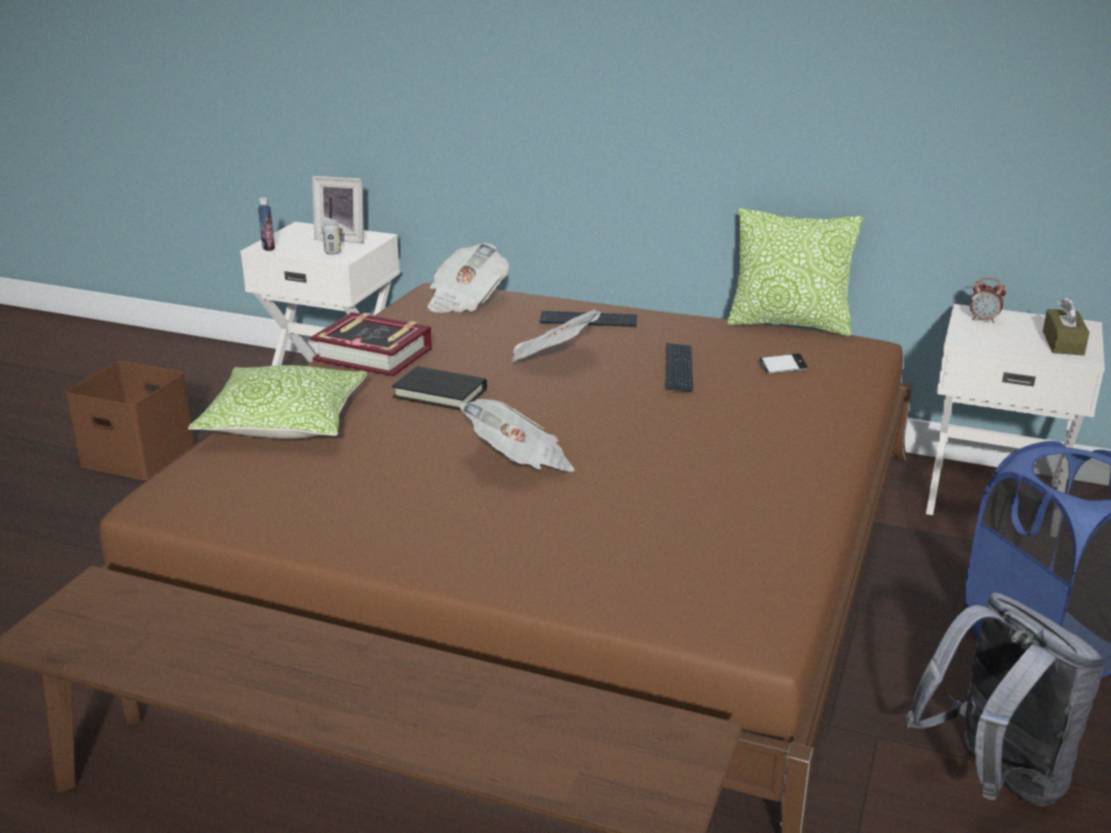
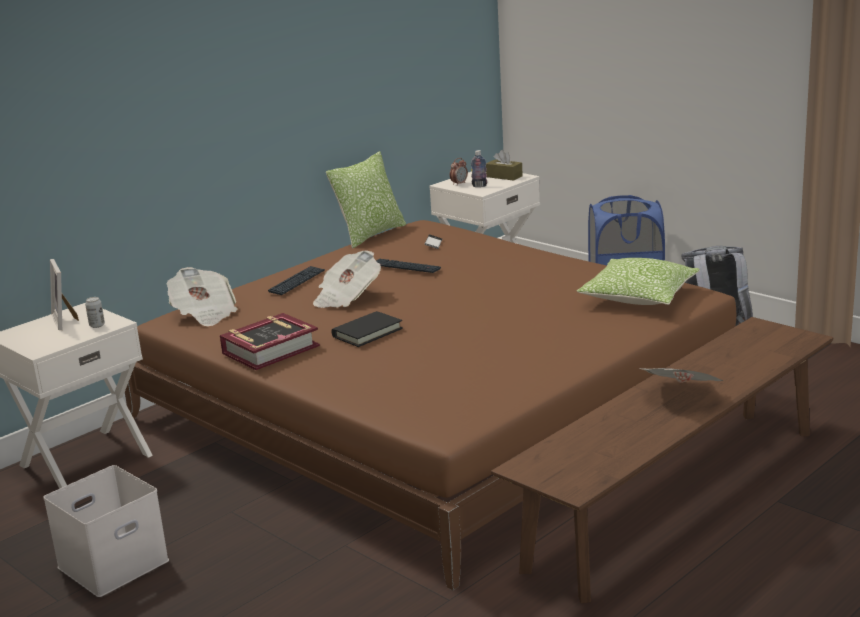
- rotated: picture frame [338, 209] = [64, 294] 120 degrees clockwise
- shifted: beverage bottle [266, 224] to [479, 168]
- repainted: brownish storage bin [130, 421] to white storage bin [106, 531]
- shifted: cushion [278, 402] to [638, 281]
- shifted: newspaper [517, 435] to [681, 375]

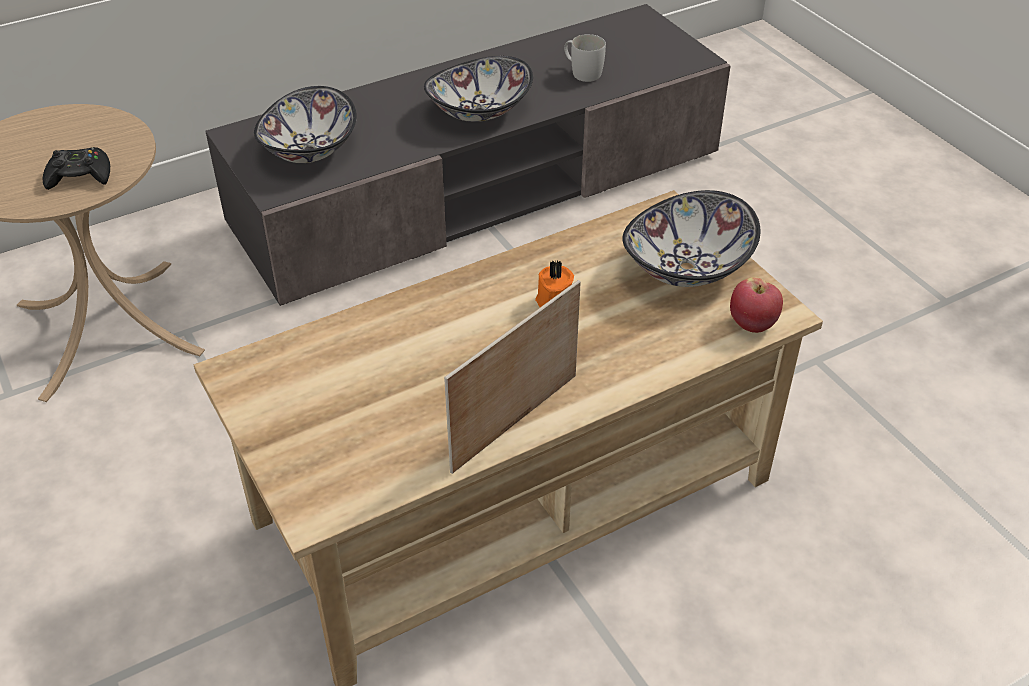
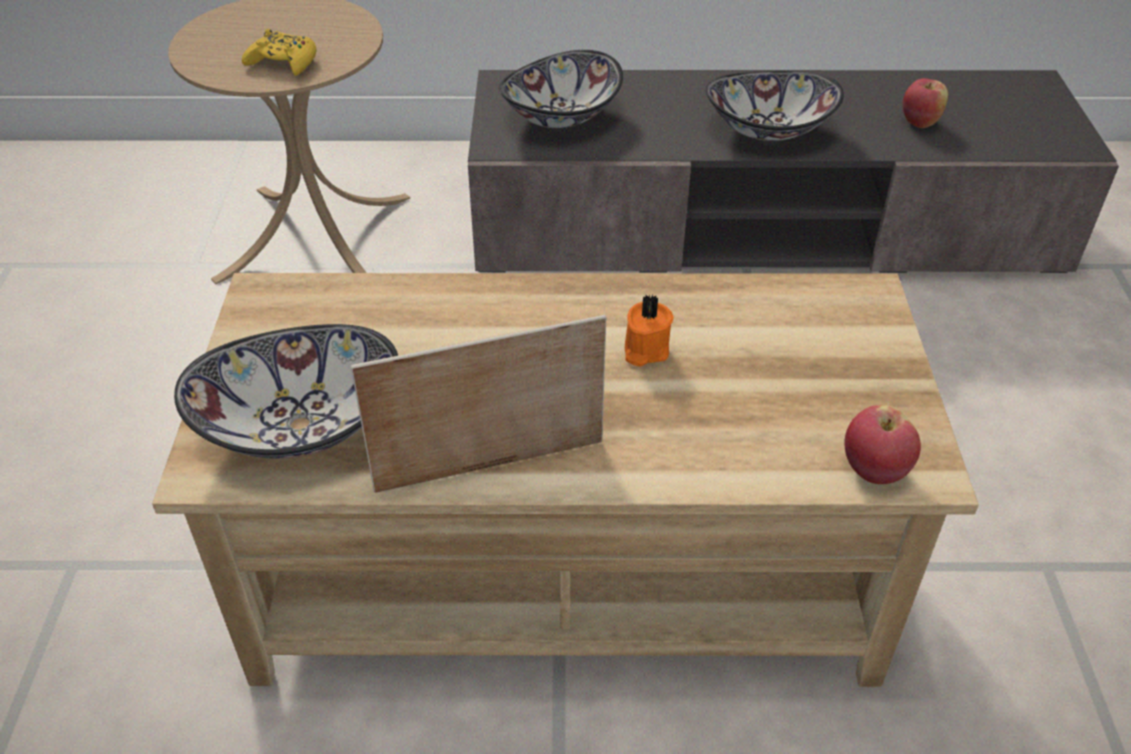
- swapped: white coffee mug [585, 58] to whole apple [925, 103]
- repainted: black gamepad [76, 168] to yellowish gamepad [279, 52]
- shifted: serving bowl [691, 238] to [286, 391]

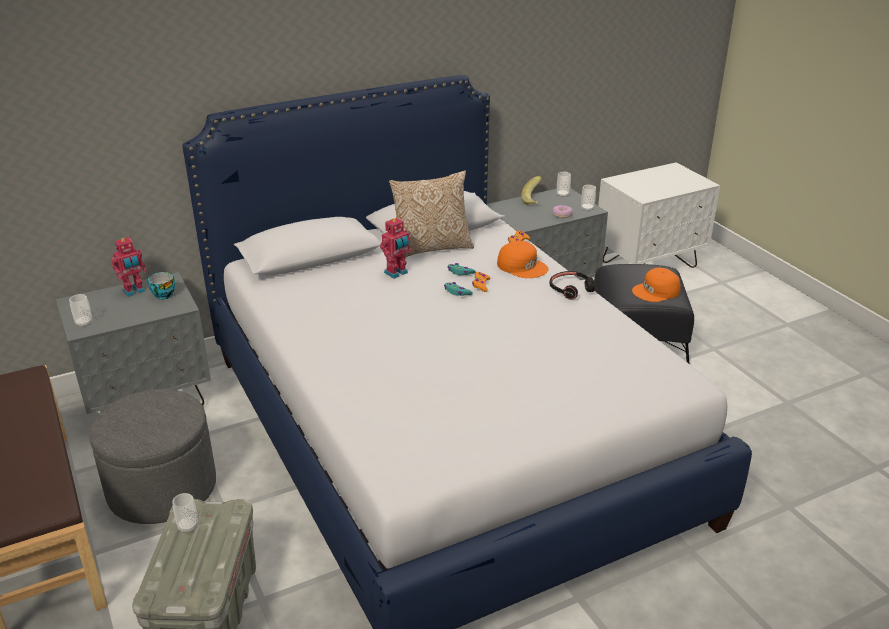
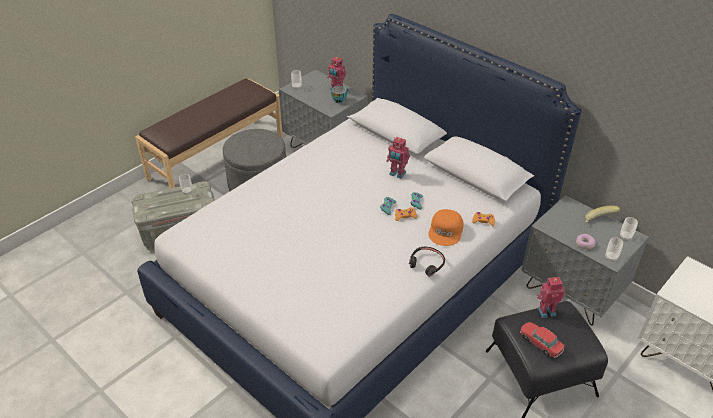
- gone: cushion [431, 214]
- swapped: orange cap [656, 285] to toy car [543, 340]
- new: robot figure [551, 297]

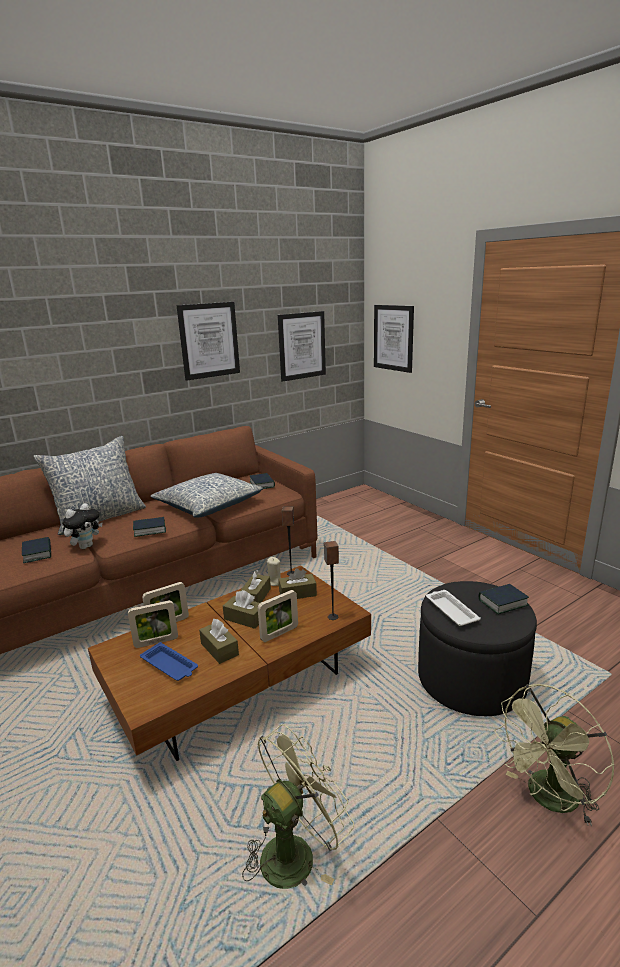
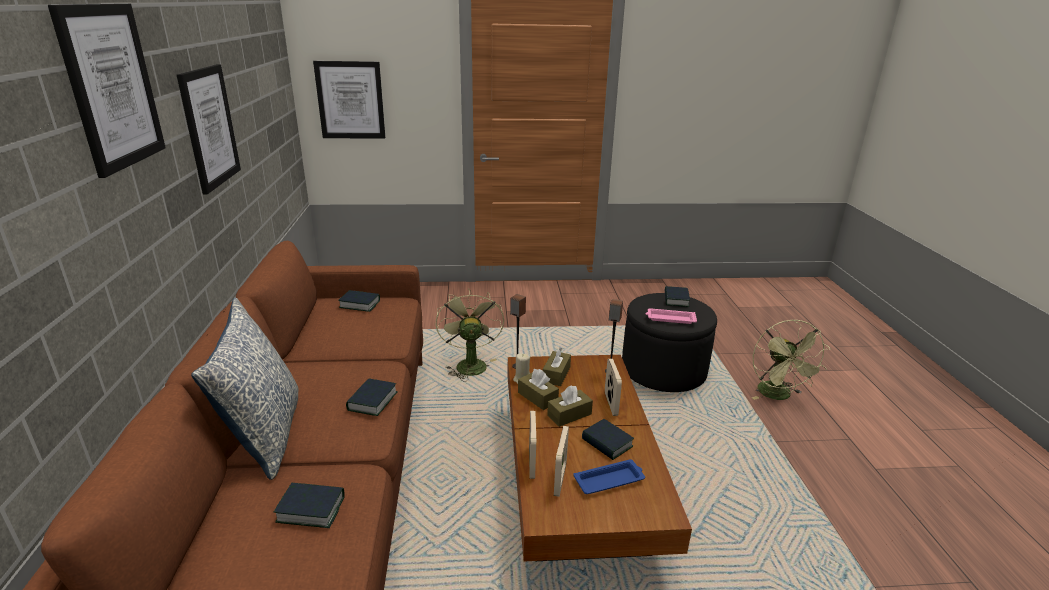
- shifted: picture [302, 346] to [107, 90]
- gone: cushion [206, 495]
- gone: cuddly toy [82, 526]
- repainted: white serving tray [453, 608] to pink serving tray [671, 316]
- swapped: brownish box of tissues [219, 641] to volume [608, 439]
- shifted: green fan [298, 806] to [470, 334]

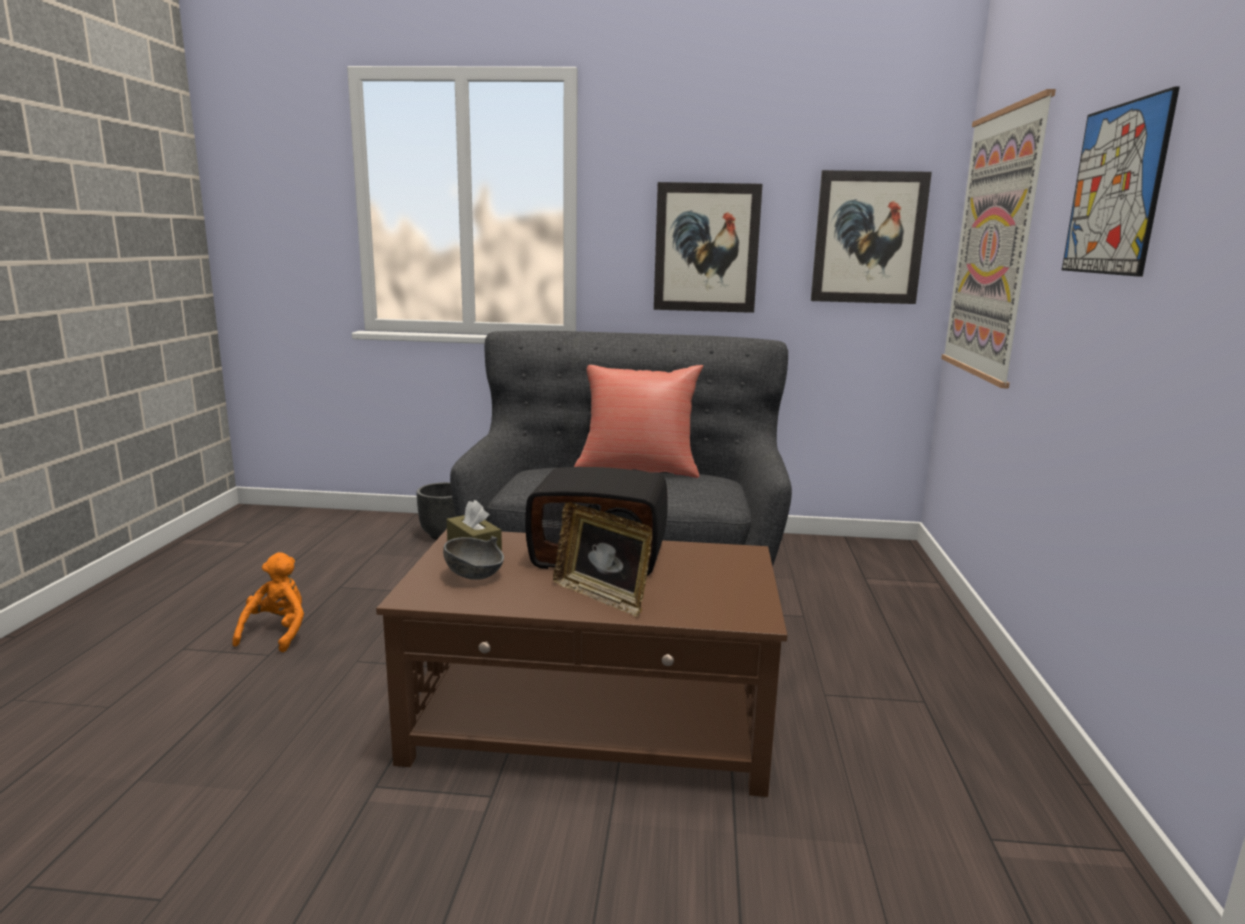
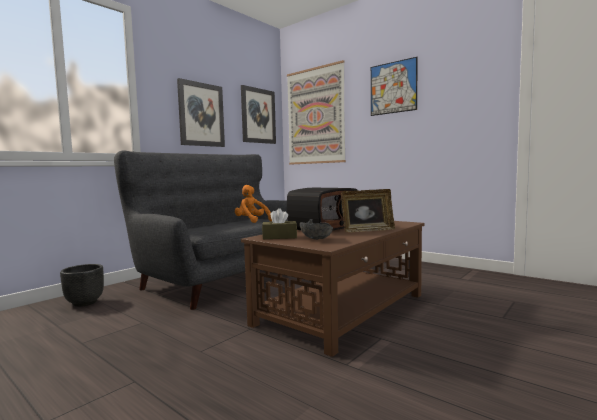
- gone: red-coloured cushion [638, 421]
- shifted: orange cuddly toy [268, 602] to [253, 204]

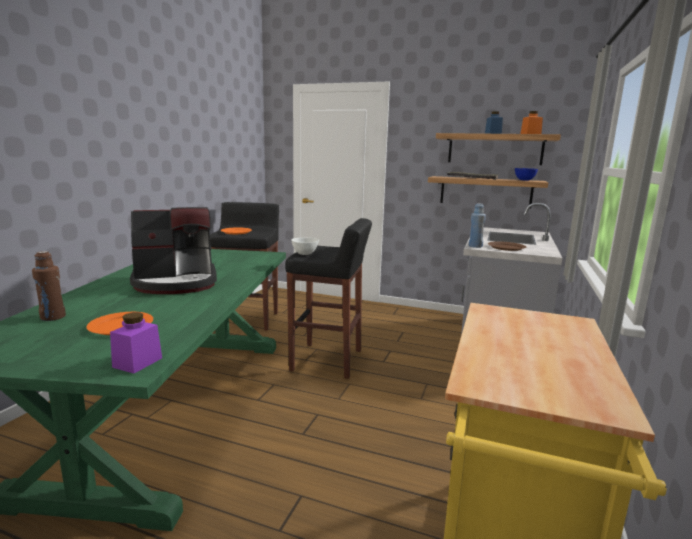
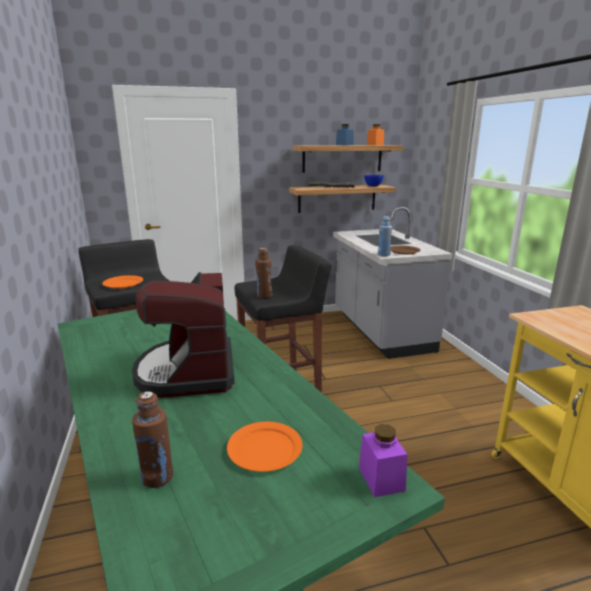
- rotated: coffee machine [173, 250] = [183, 335] 135 degrees clockwise
- swapped: white serving bowl [305, 246] to brownish beverage bottle [263, 273]

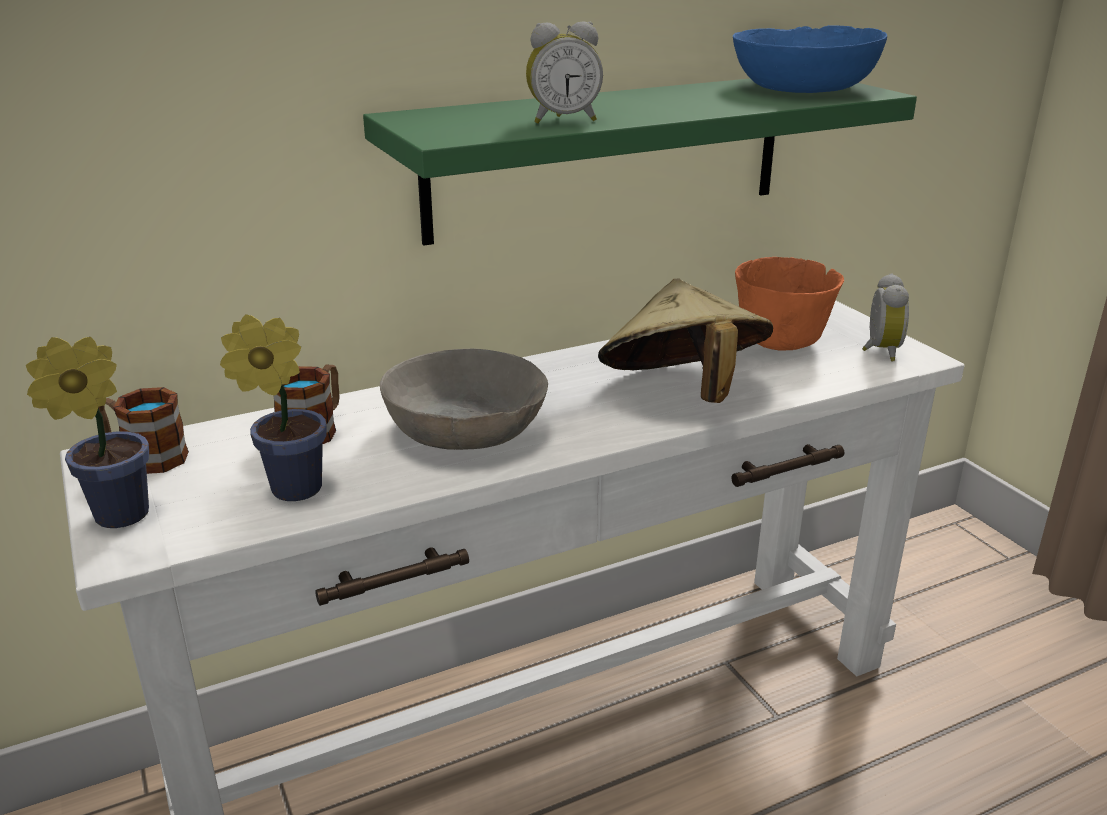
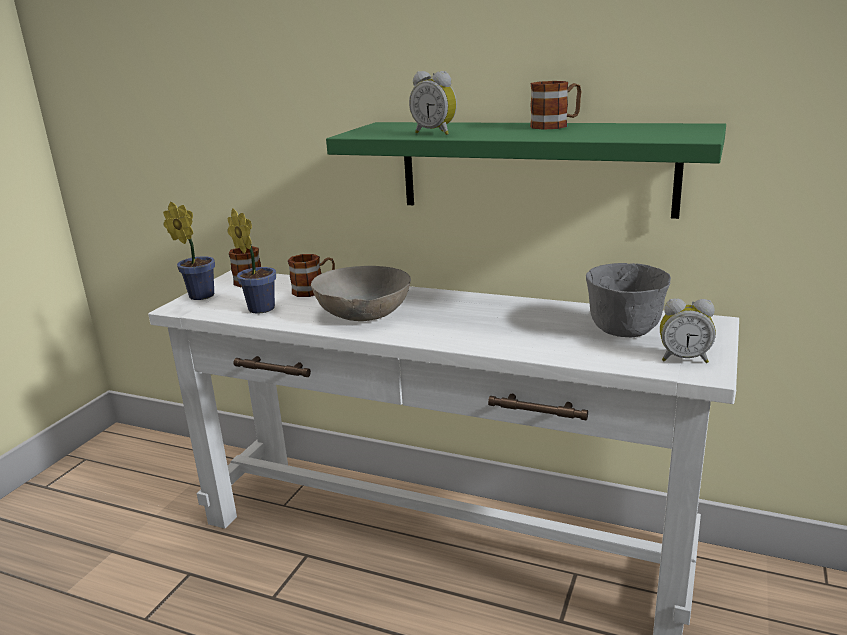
- gone: bluish serving bowl [810, 59]
- repainted: orange serving bowl [789, 304] to greyish serving bowl [628, 300]
- rotated: alarm clock [885, 317] = [688, 330] 45 degrees clockwise
- gone: beige wearable hat [685, 341]
- new: coffee mug [556, 105]

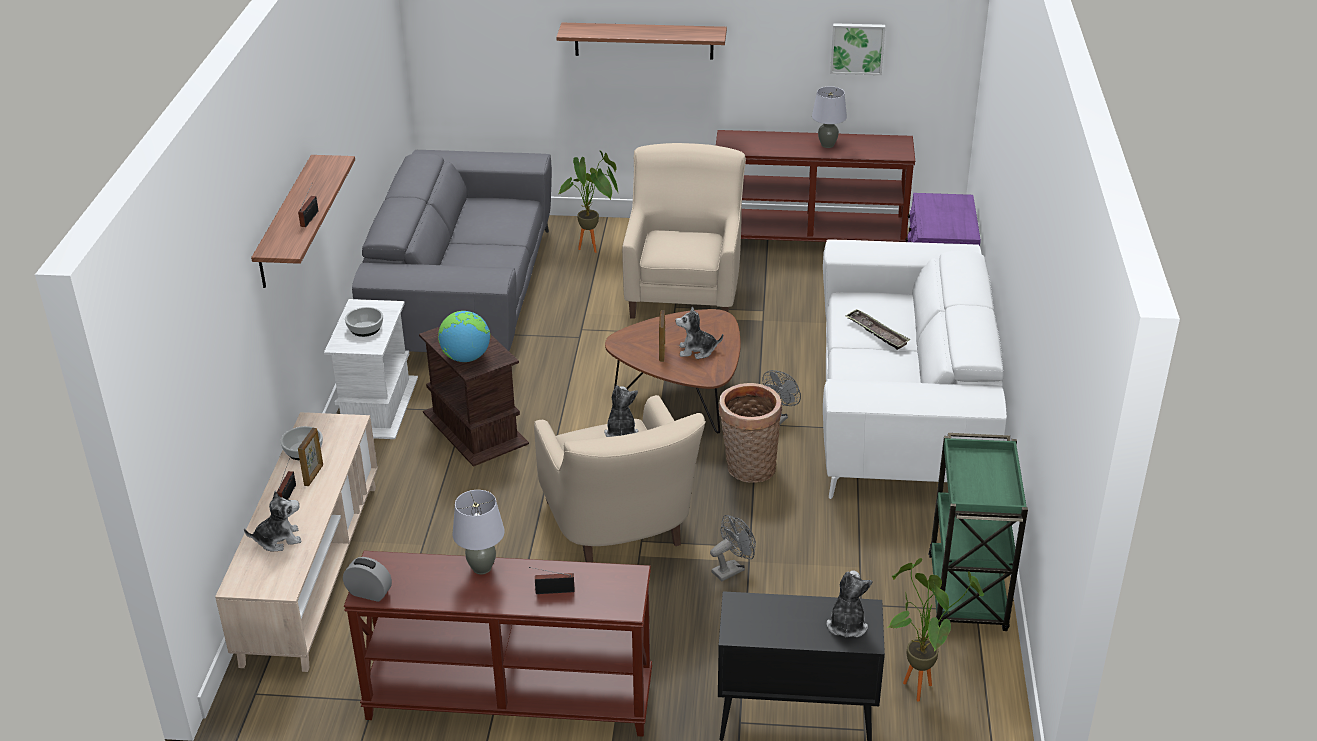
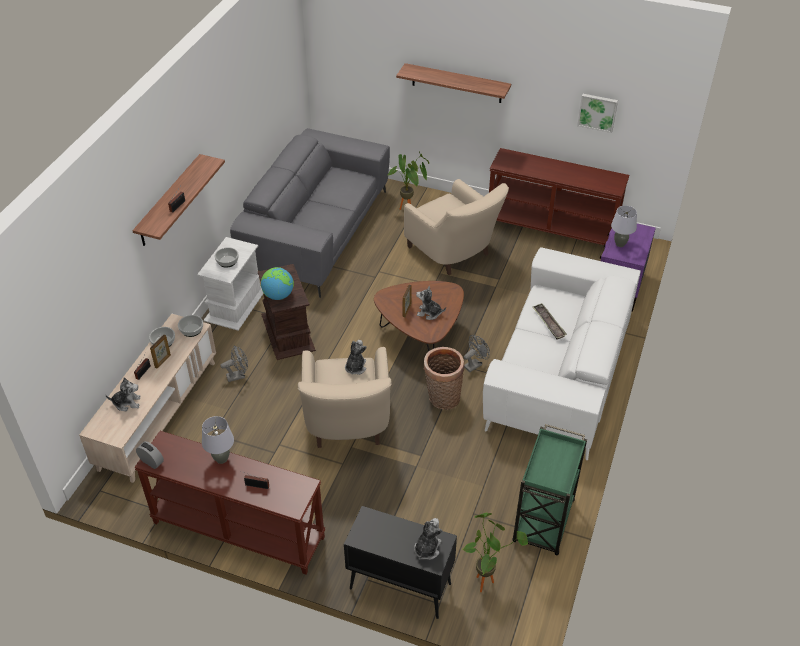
- shifted: greyish table lamp [829, 117] to [624, 226]
- rotated: beige easy chair [684, 231] = [456, 227] 120 degrees clockwise
- shifted: greyish fan [733, 548] to [234, 364]
- new: serving bowl [190, 326]

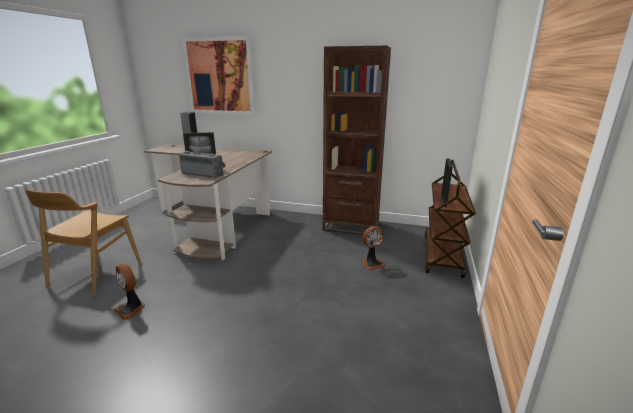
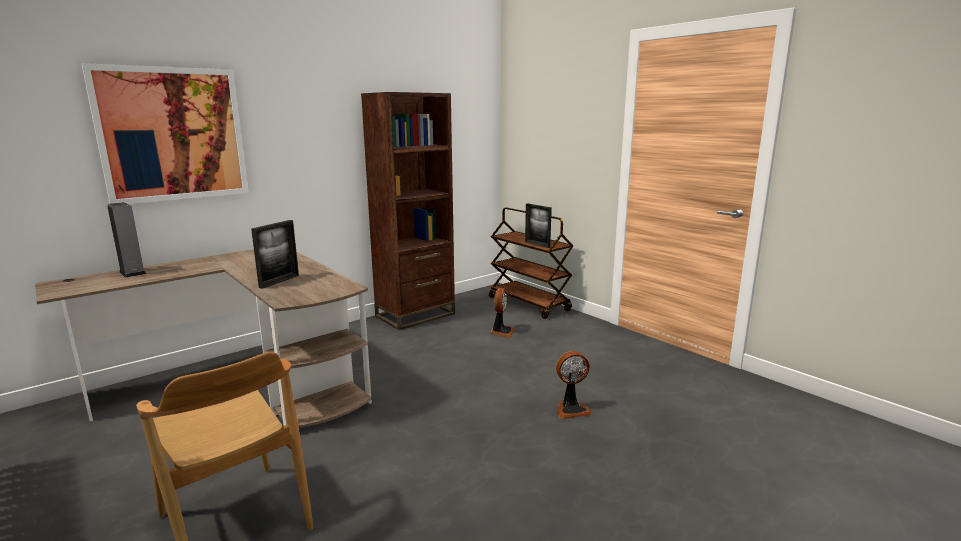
- gone: radio receiver [202, 164]
- shifted: fan [129, 292] to [574, 385]

